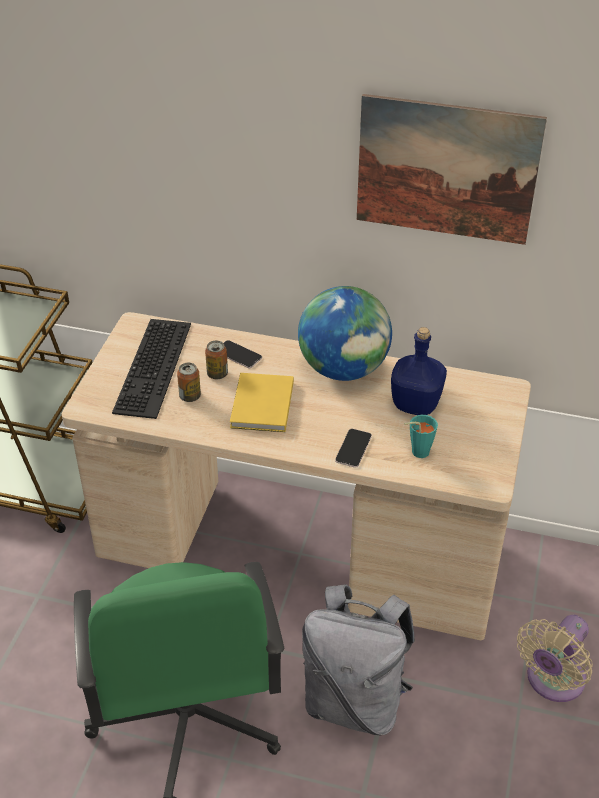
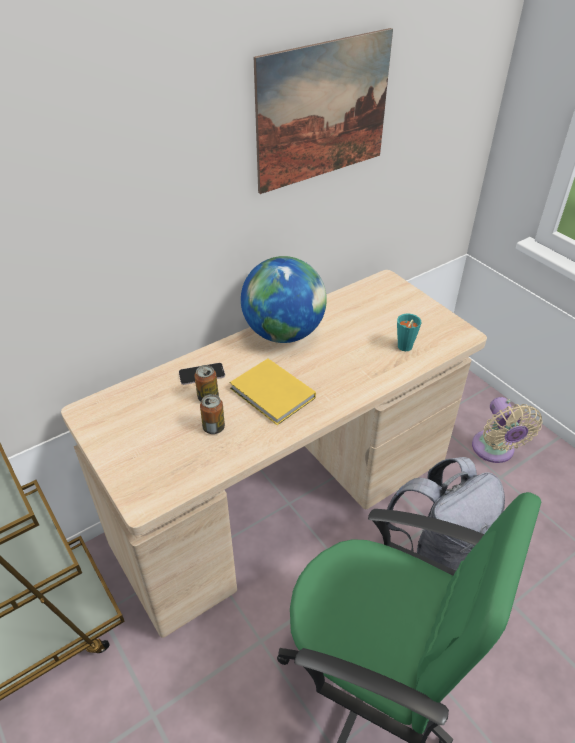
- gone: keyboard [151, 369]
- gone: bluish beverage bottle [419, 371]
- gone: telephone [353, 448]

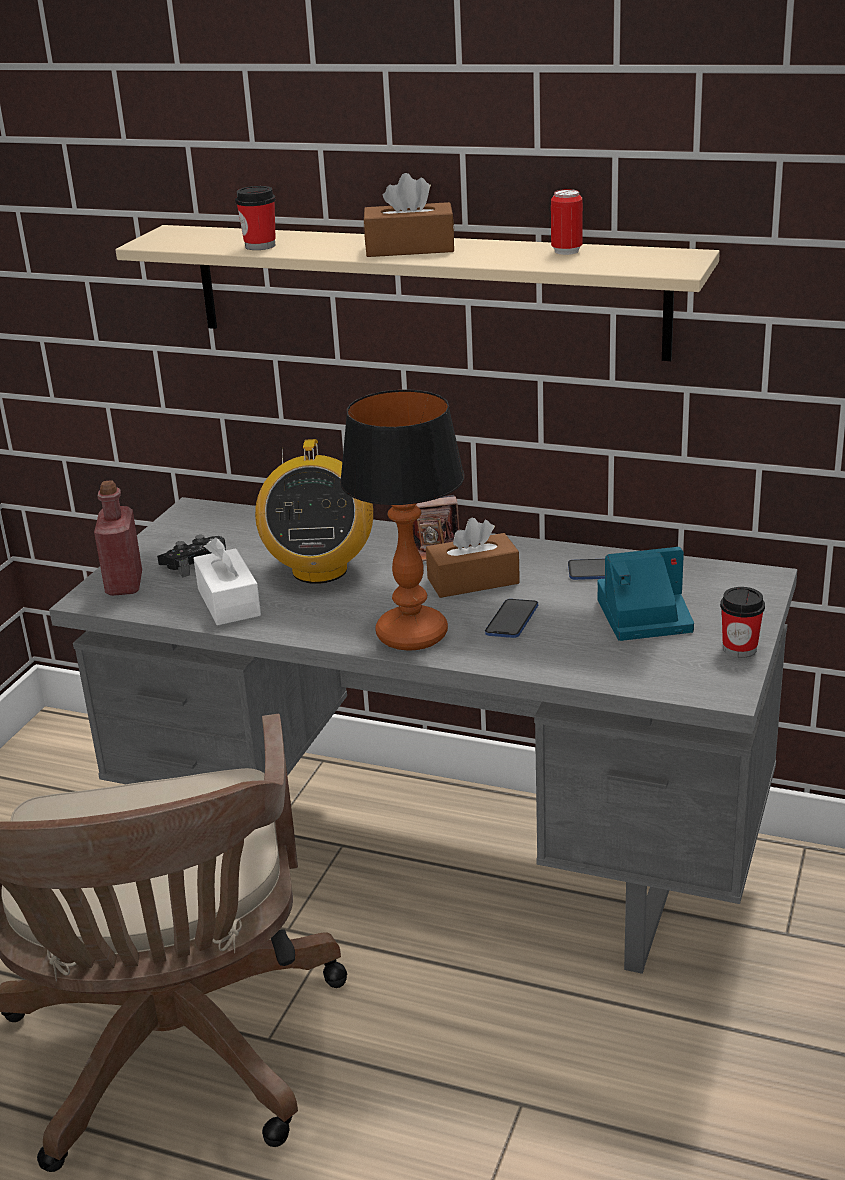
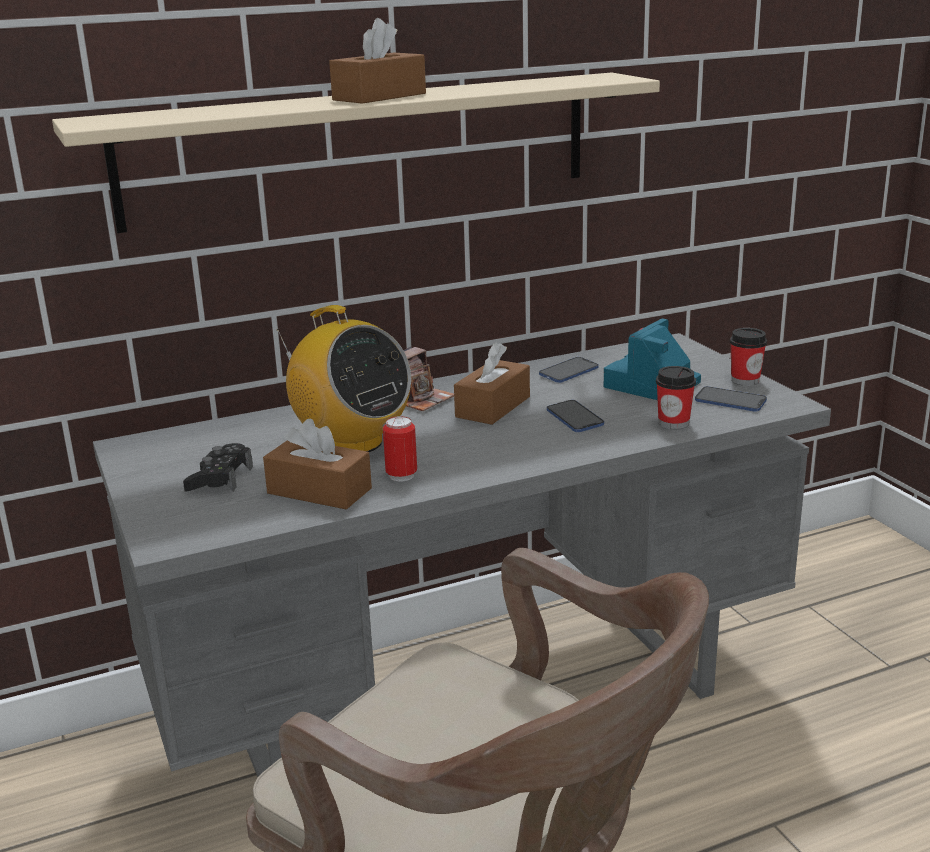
- shifted: cup [255, 218] to [676, 397]
- shifted: metal can [567, 222] to [400, 448]
- gone: table lamp [402, 519]
- gone: red-coloured beverage bottle [118, 538]
- repainted: white box of tissues [227, 581] to brownish box of tissues [317, 464]
- new: telephone [731, 399]

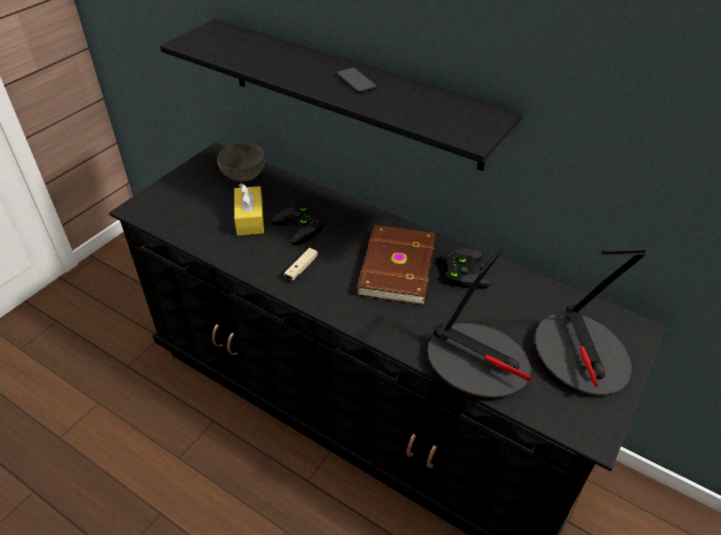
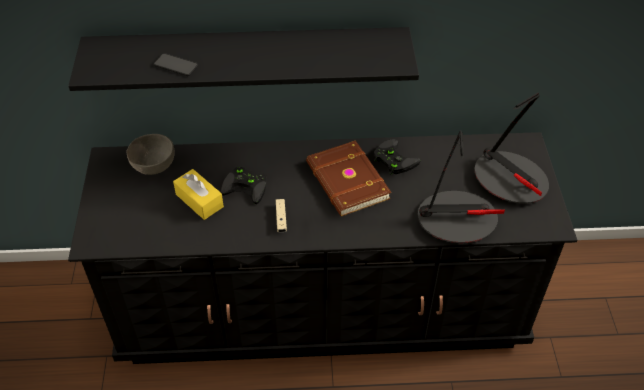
- shifted: telephone [356, 80] to [175, 64]

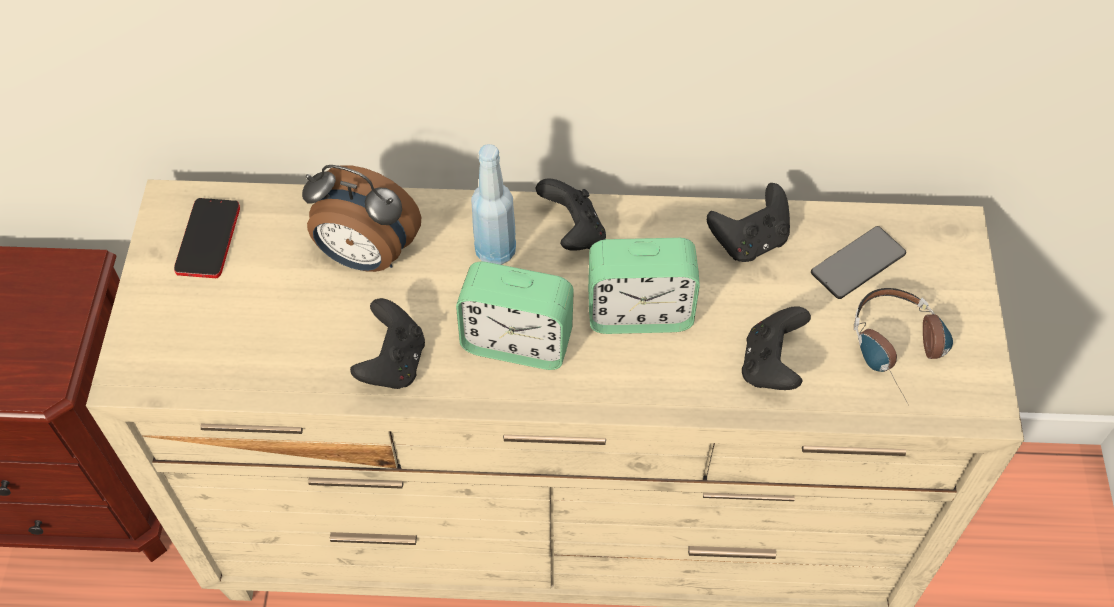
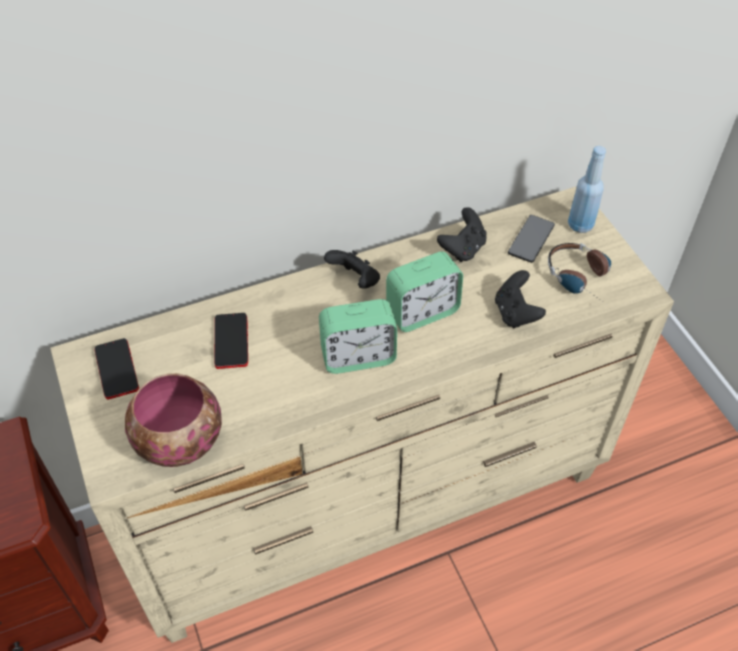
- shifted: bluish beverage bottle [493, 204] to [587, 189]
- swapped: alarm clock [361, 218] to telephone [231, 341]
- gone: black gamepad [387, 343]
- new: serving bowl [173, 420]

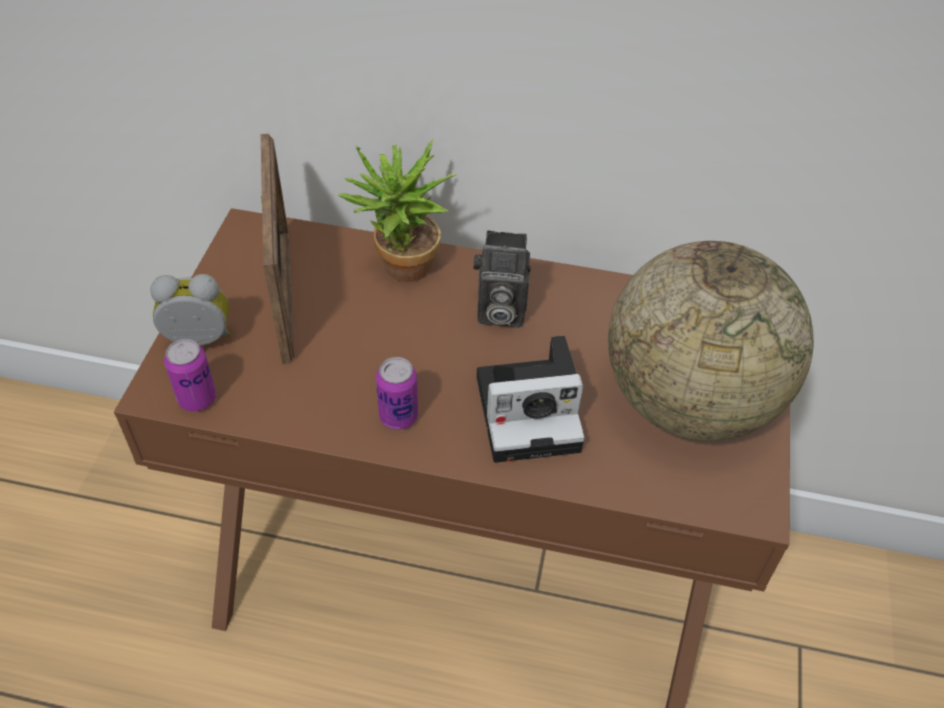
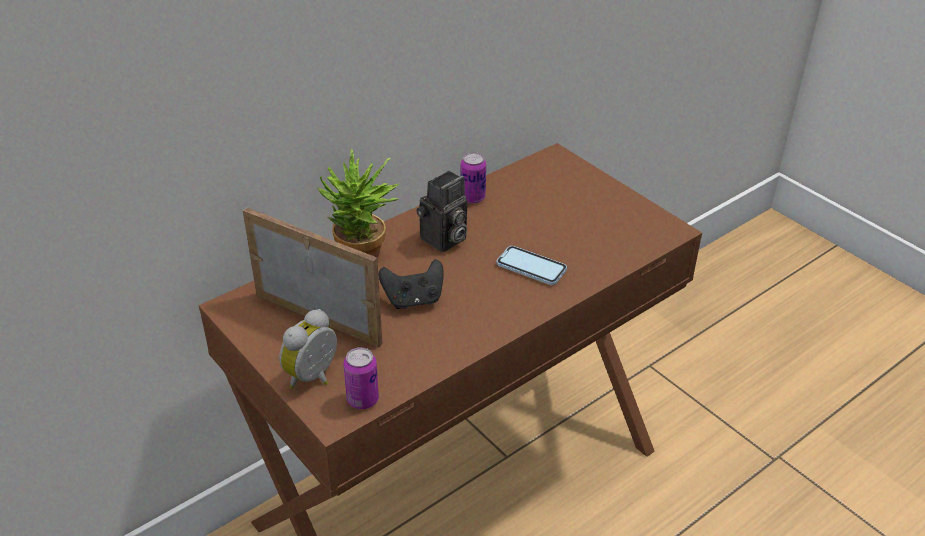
- gone: desk globe [711, 341]
- swapped: photo camera [531, 399] to telephone [532, 265]
- shifted: metal can [397, 393] to [473, 178]
- new: black gamepad [411, 284]

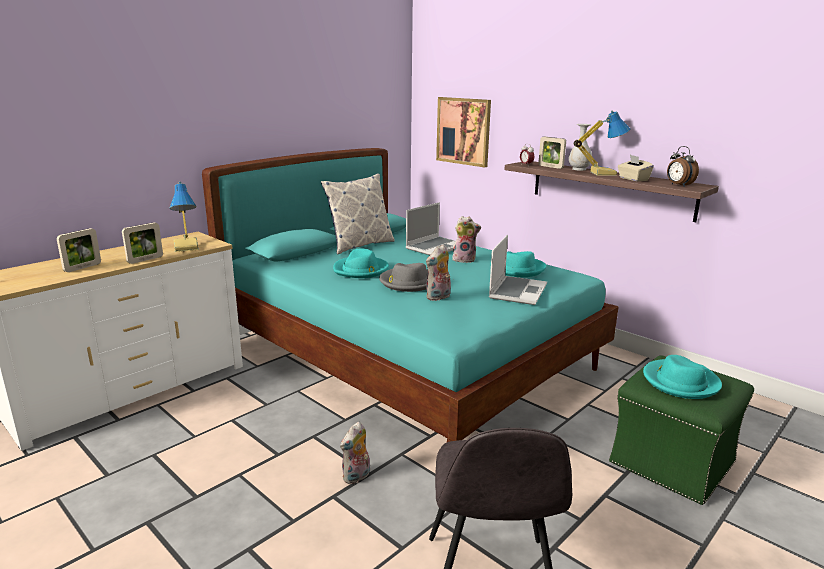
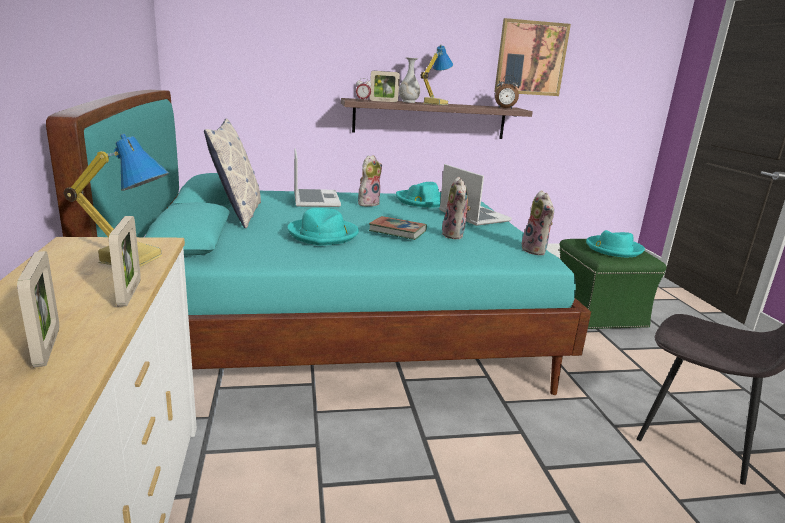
- shifted: picture [463, 132] to [532, 57]
- gone: beige box of tissues [636, 168]
- swapped: greyish wearable hat [403, 277] to volume [398, 228]
- shifted: cuddly toy [355, 453] to [538, 222]

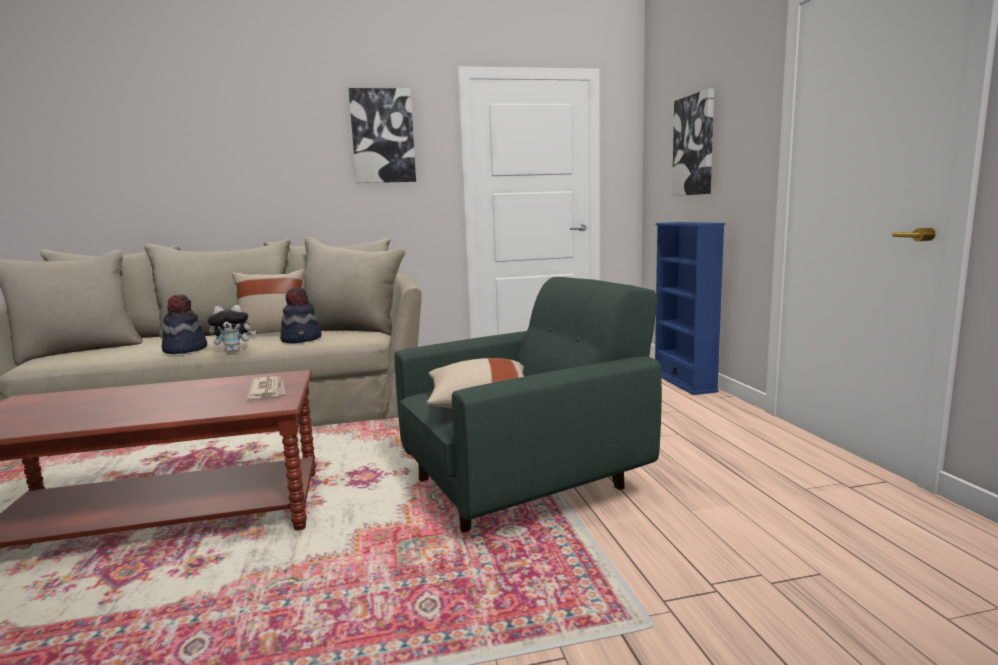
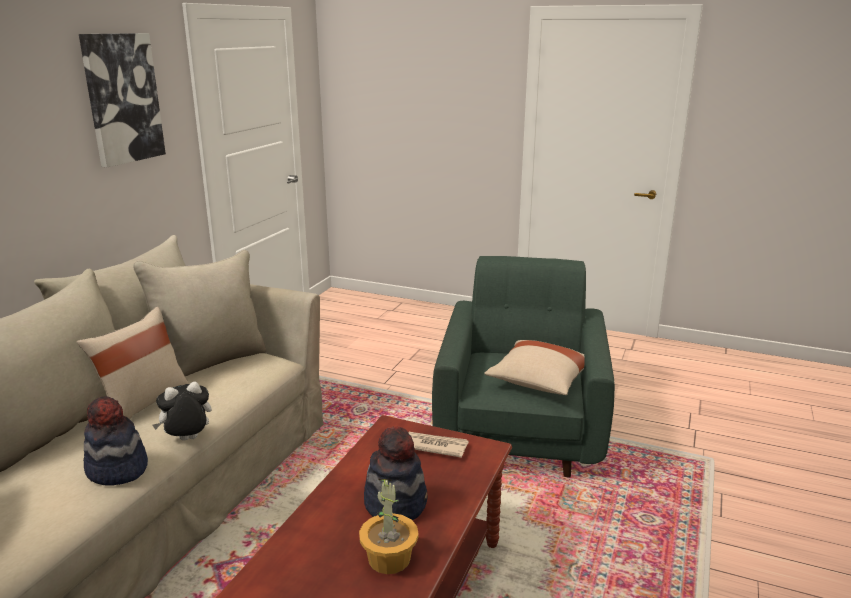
- gone: picture [693, 142]
- gone: bluish shelving unit [690, 308]
- shifted: wearable hat [301, 315] to [396, 473]
- rotated: cuddly toy [231, 328] = [182, 410] 135 degrees counterclockwise
- new: plant in a pot [389, 526]

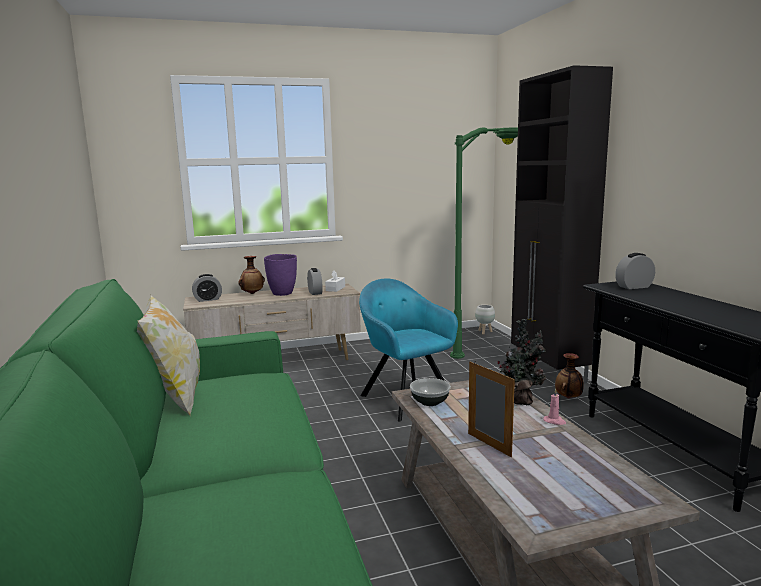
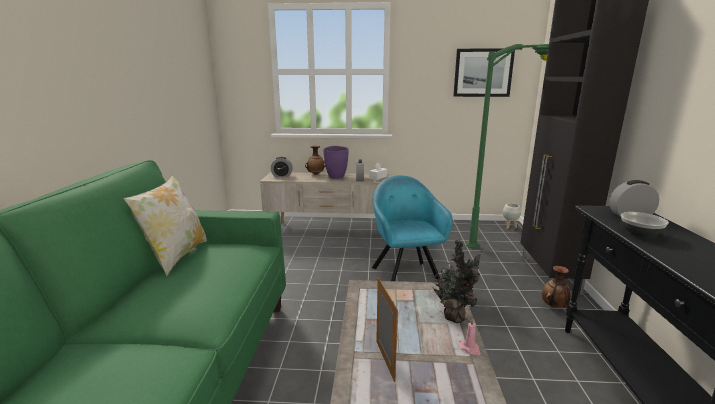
- shifted: serving bowl [430, 392] to [645, 225]
- new: picture [484, 72]

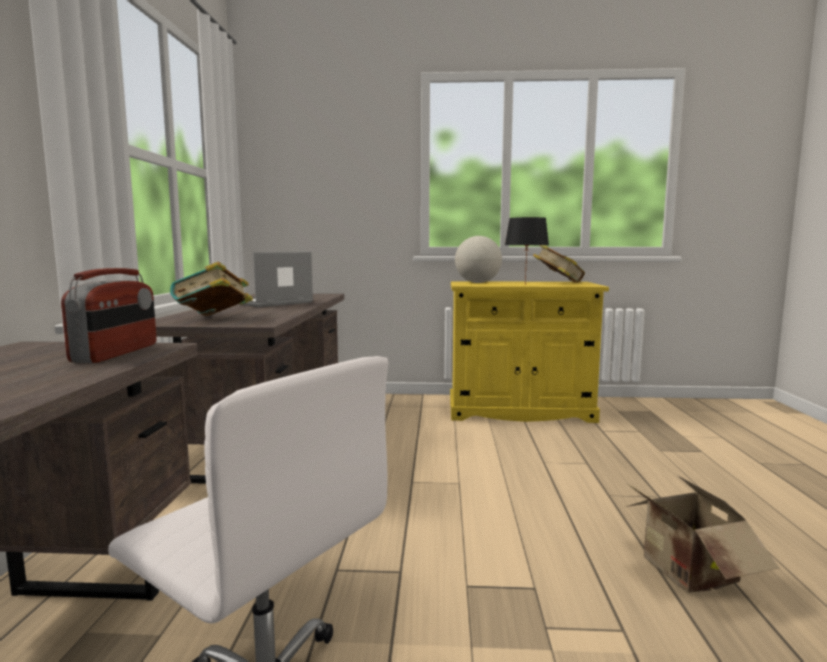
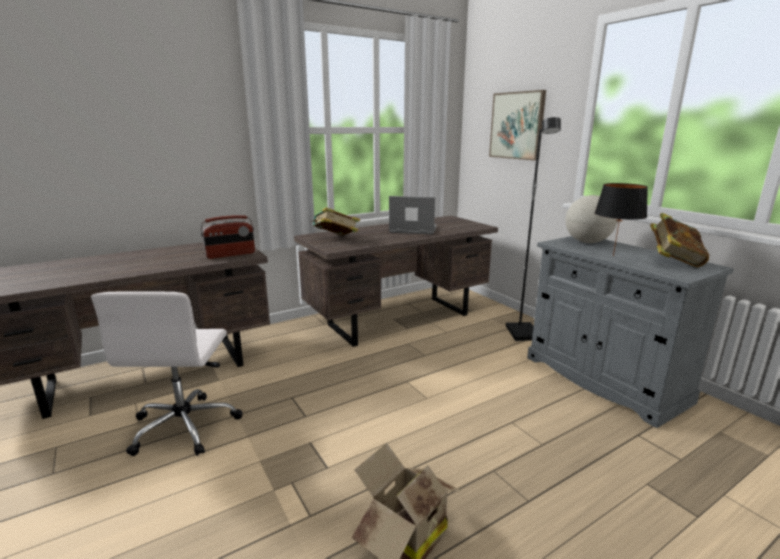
- repainted: yellowish cupboard [529, 352] to greyish cupboard [630, 332]
- new: picture [517, 125]
- new: black standing lamp [533, 229]

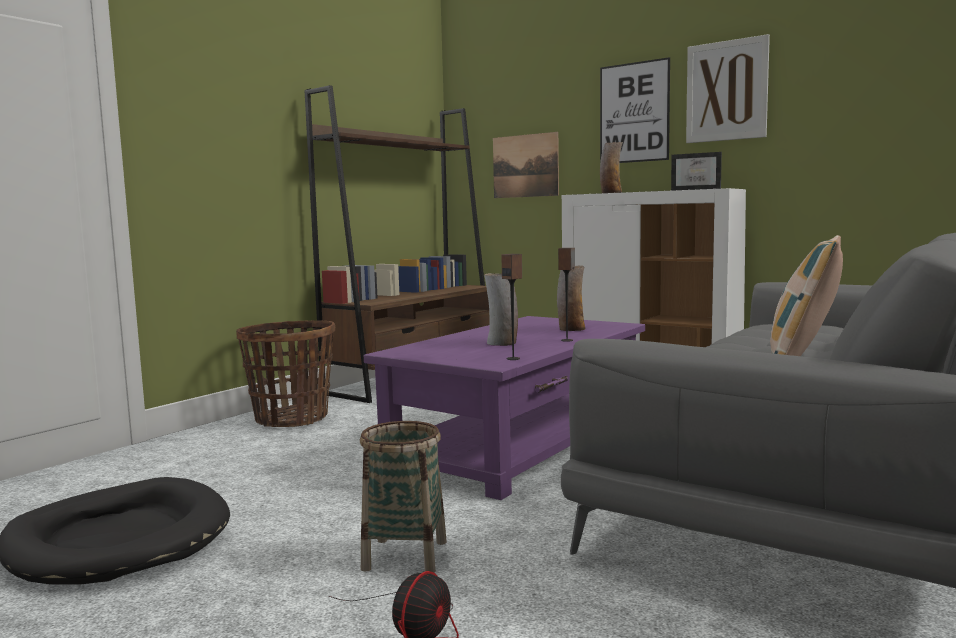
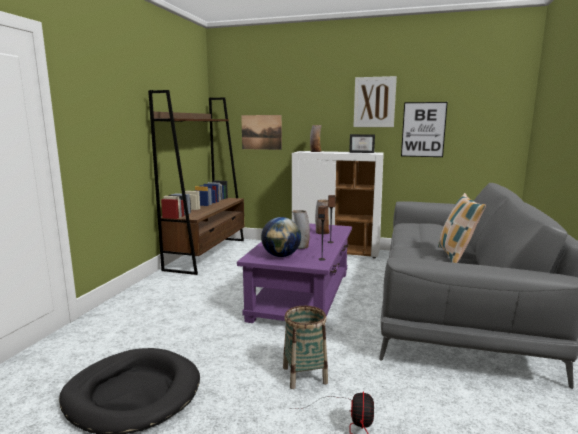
- shifted: picture [635, 110] to [424, 129]
- gone: basket [285, 373]
- new: desk globe [281, 237]

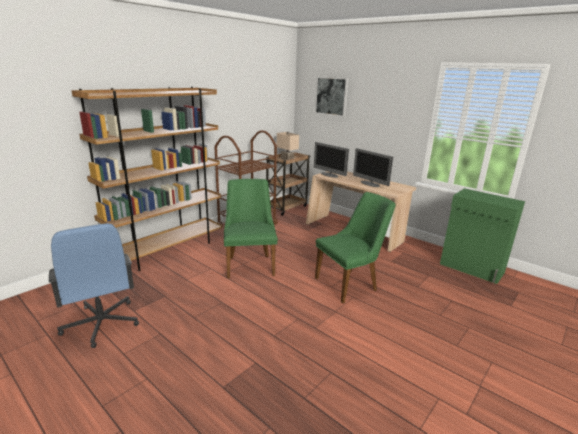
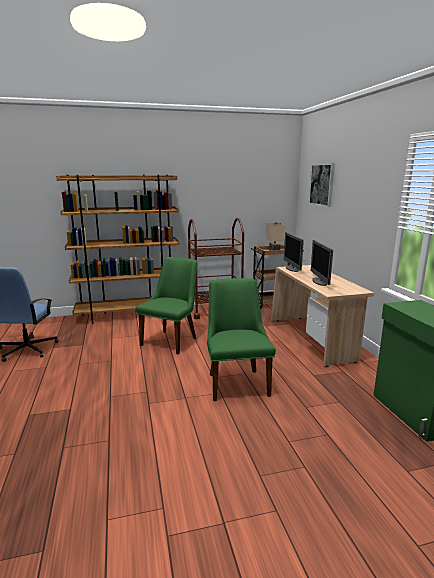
- rotated: green plain chair [355, 248] = [241, 339] 105 degrees counterclockwise

